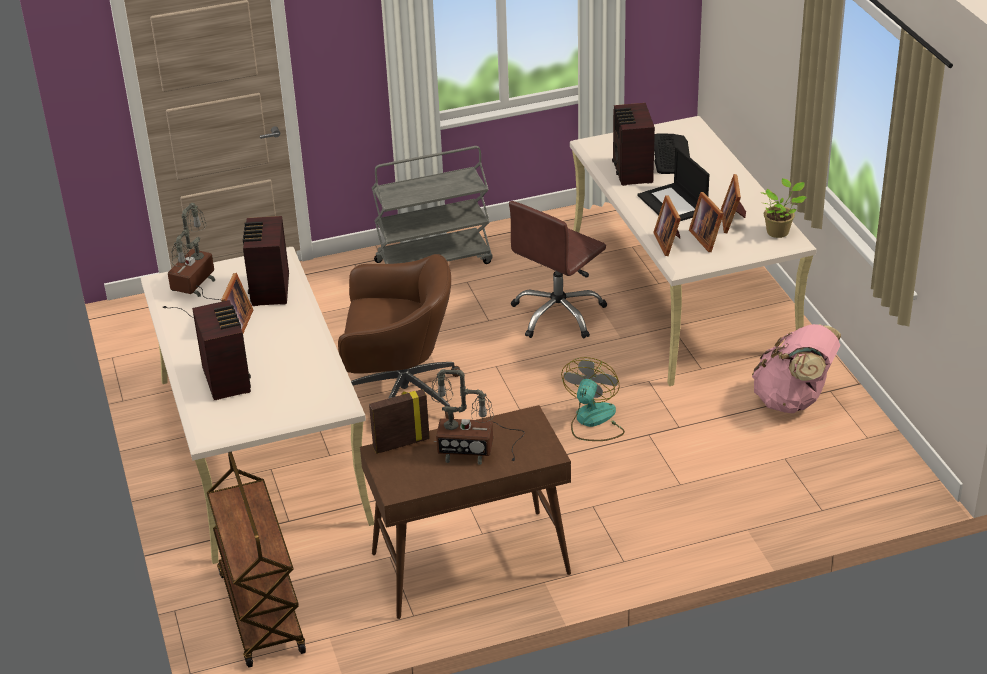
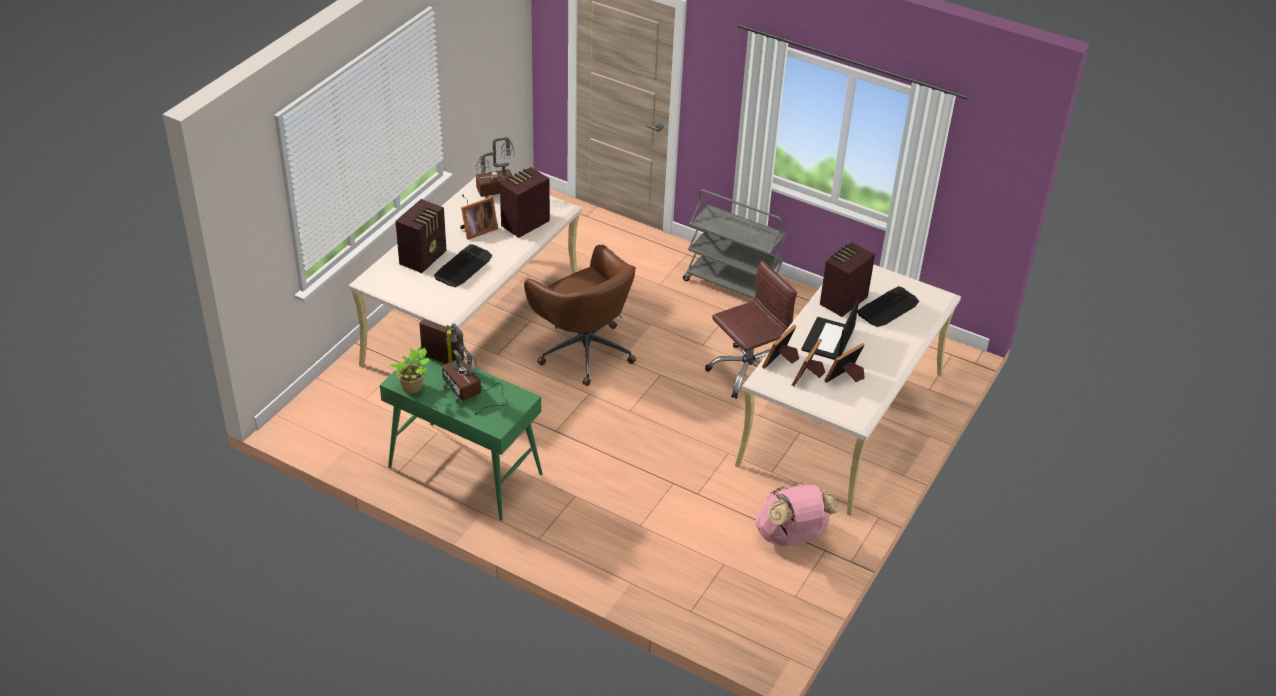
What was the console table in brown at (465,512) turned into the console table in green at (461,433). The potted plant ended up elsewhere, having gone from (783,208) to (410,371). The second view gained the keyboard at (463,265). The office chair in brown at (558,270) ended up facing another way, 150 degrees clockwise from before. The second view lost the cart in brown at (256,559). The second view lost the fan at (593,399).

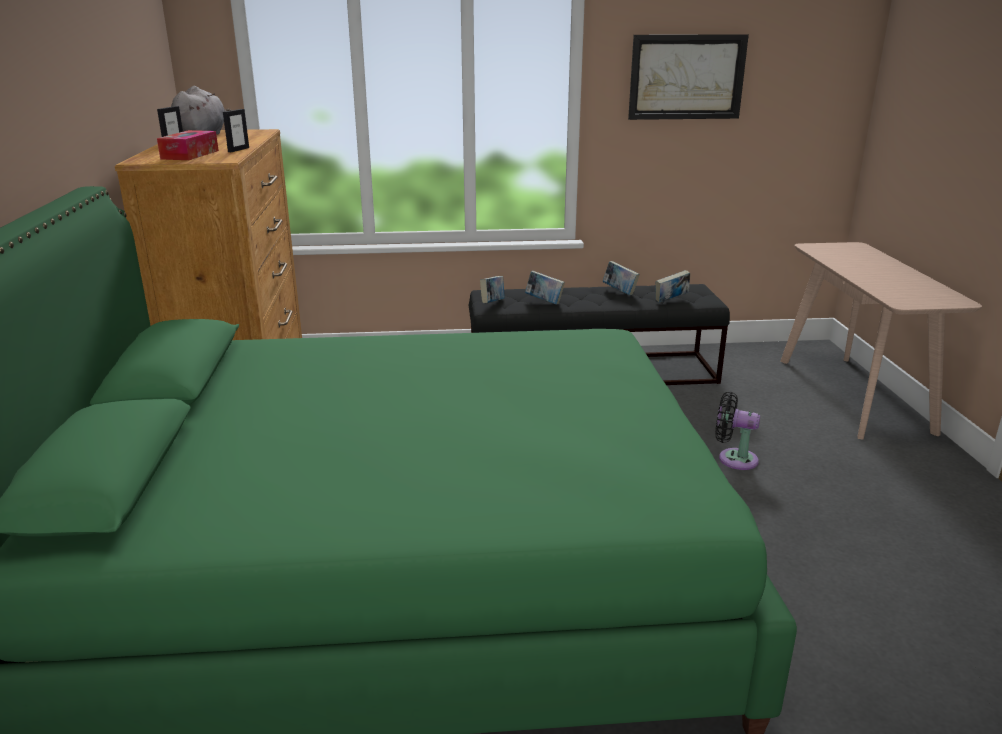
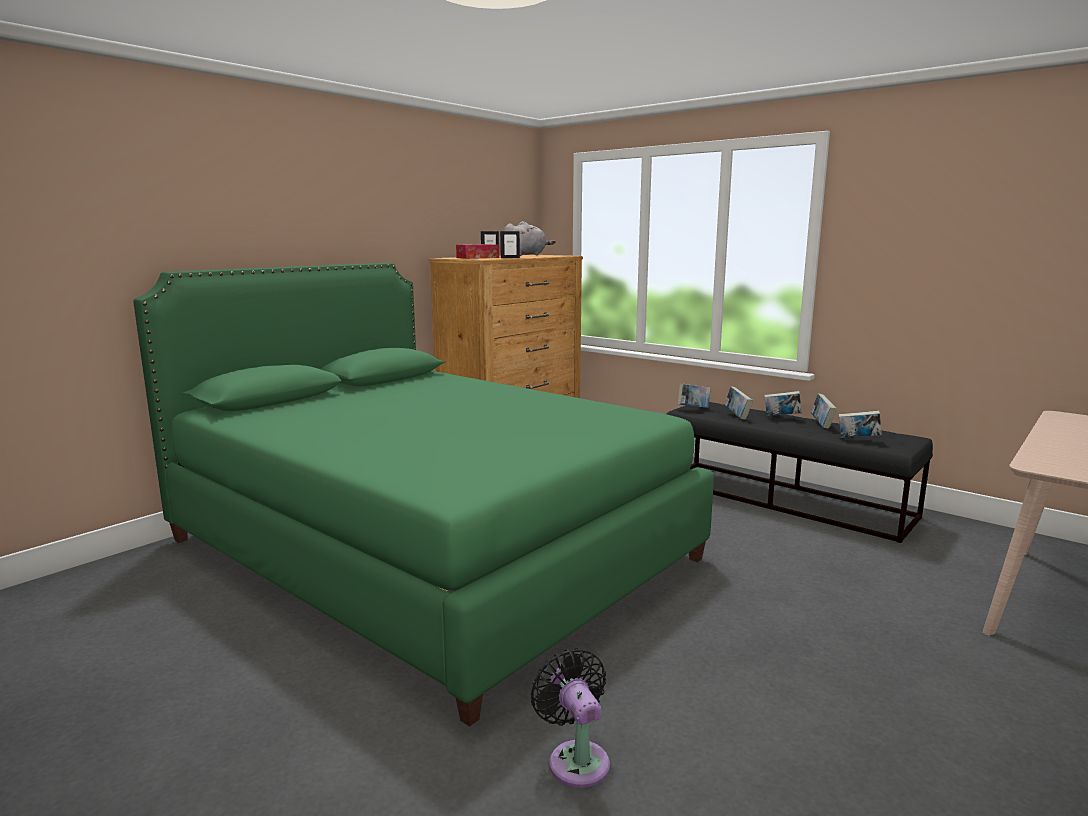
The fan in black ended up elsewhere, having gone from (737,430) to (570,718). The second view gained the book at (783,403). The second view lost the picture at (688,77).

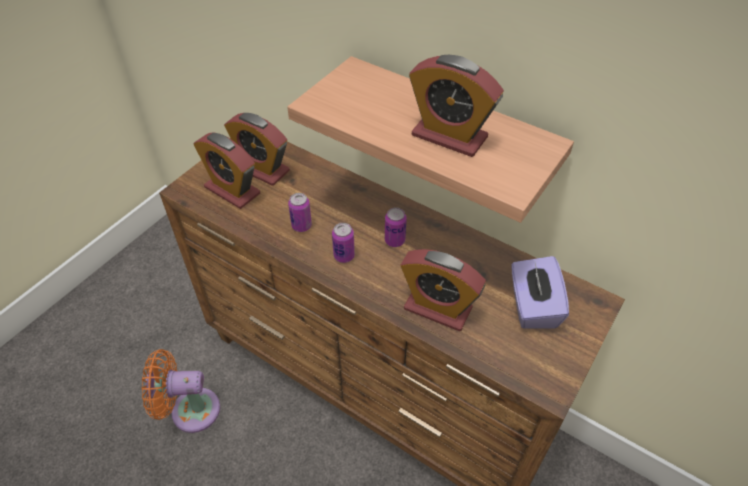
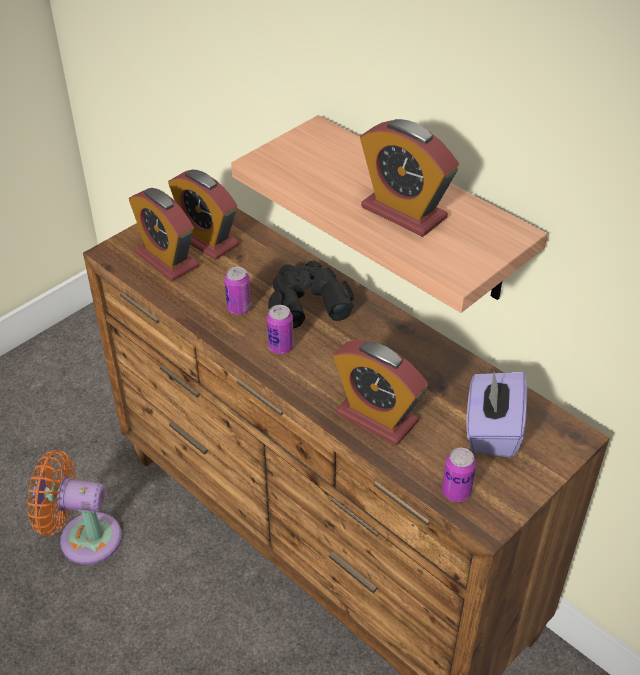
The second view gained the binoculars in black at (311,294). The can ended up elsewhere, having gone from (396,227) to (459,475).

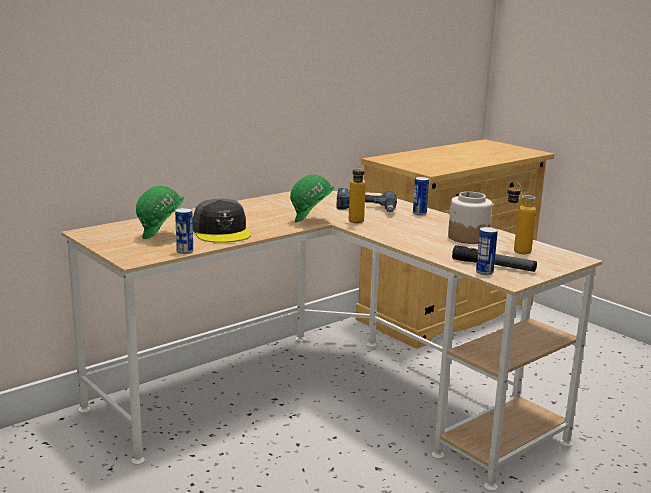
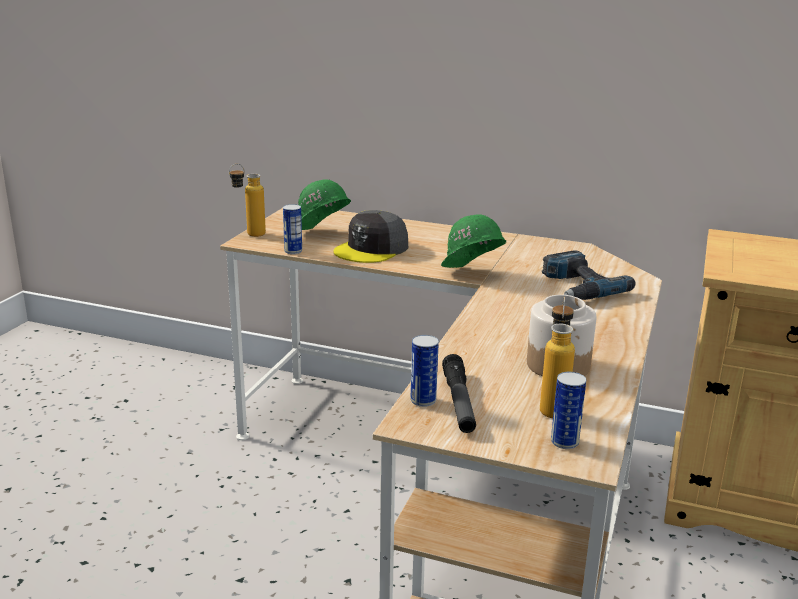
The bottle ended up elsewhere, having gone from (357,193) to (247,200). The can ended up elsewhere, having gone from (421,196) to (568,410).

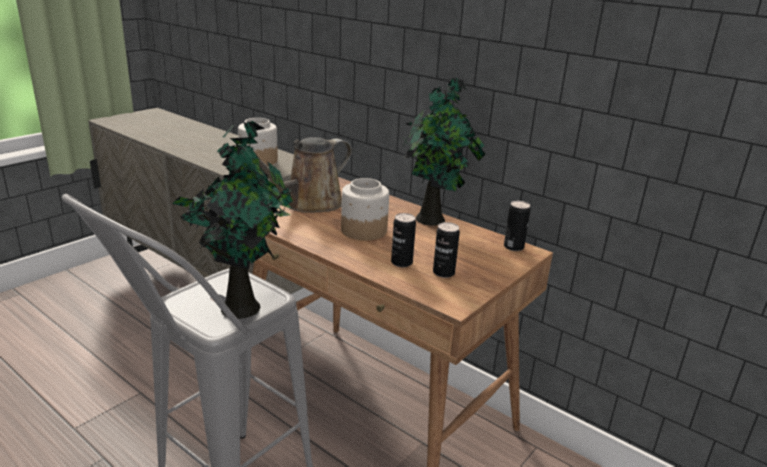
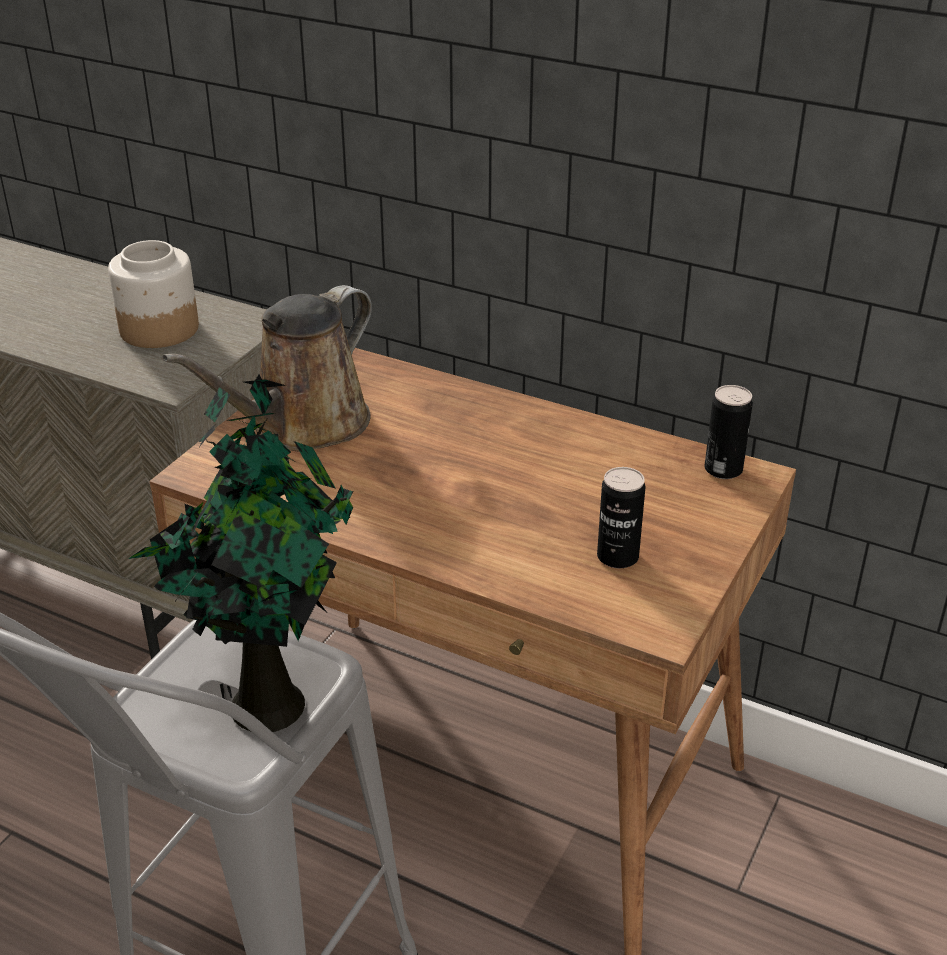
The second view lost the jar at (365,209). The second view lost the can at (403,240). The second view lost the potted plant at (443,152).

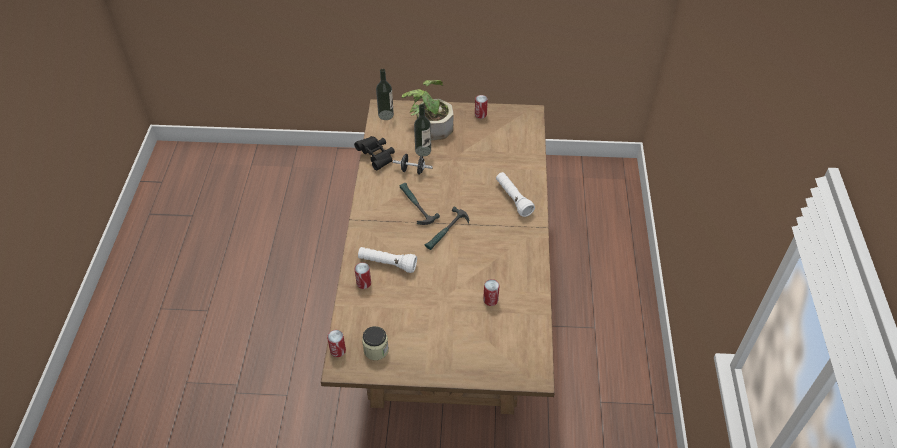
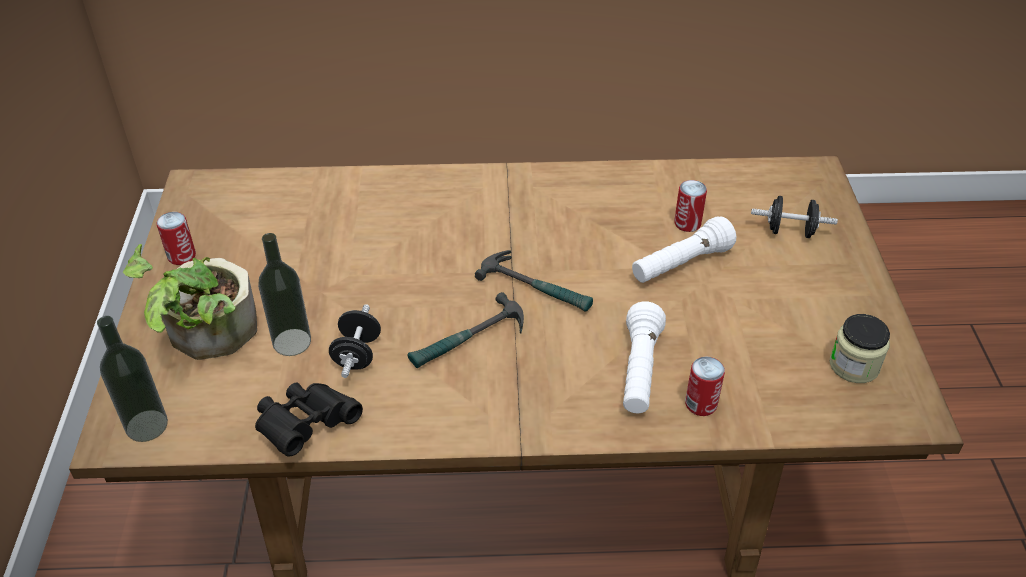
The flashlight in white ended up elsewhere, having gone from (515,194) to (684,249). The second view gained the dumbbell in black at (794,217). The second view lost the can at (336,343).

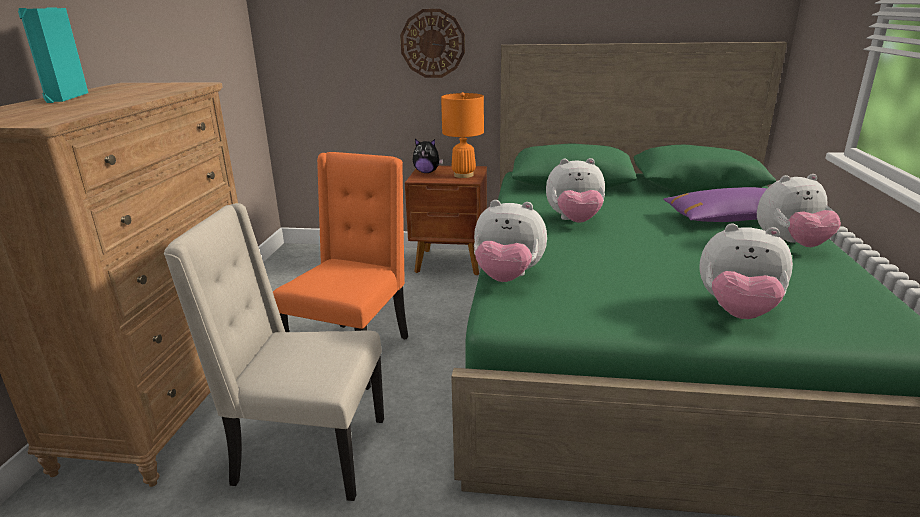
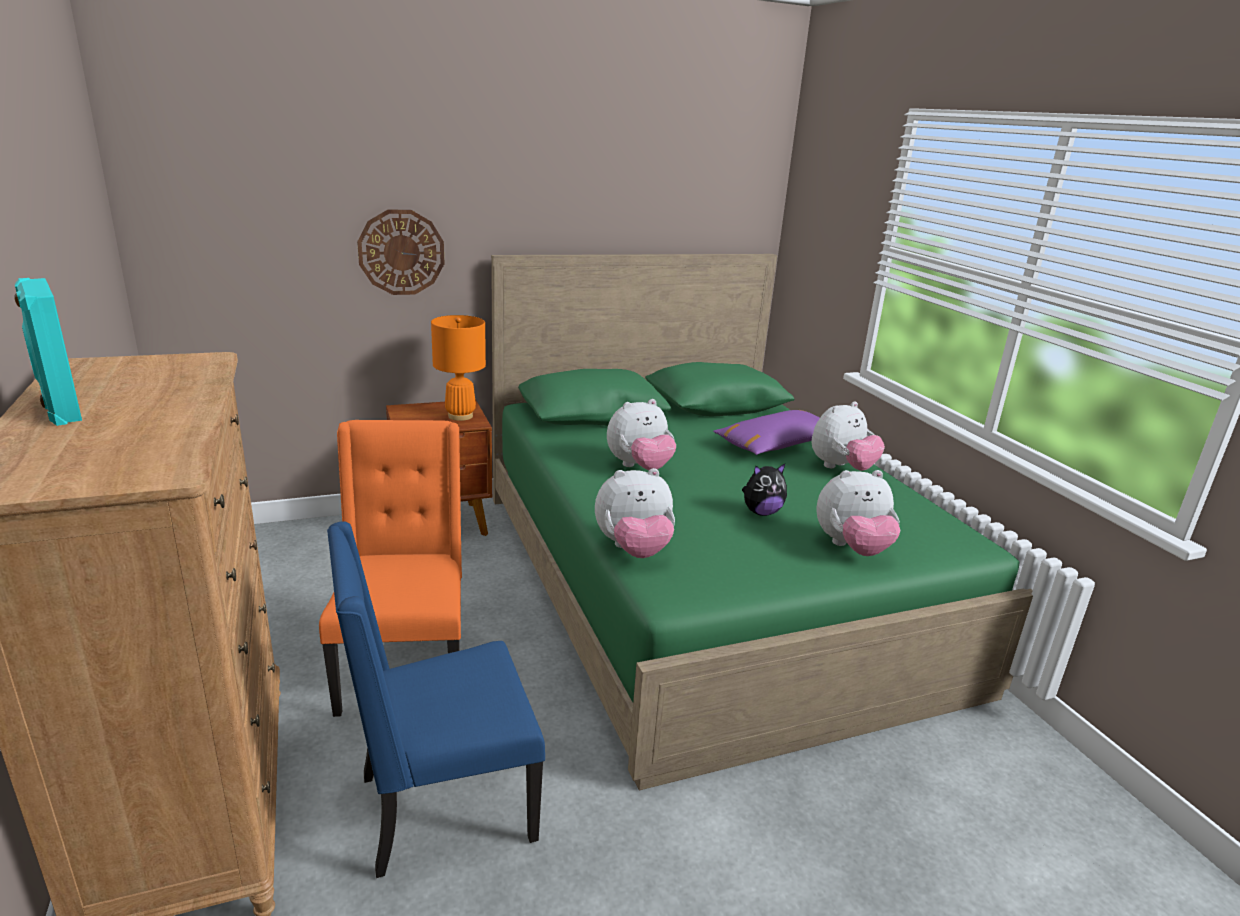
What was the chair in beige at (274,352) turned into the chair in blue at (436,699). The plush toy ended up elsewhere, having gone from (428,156) to (764,490).

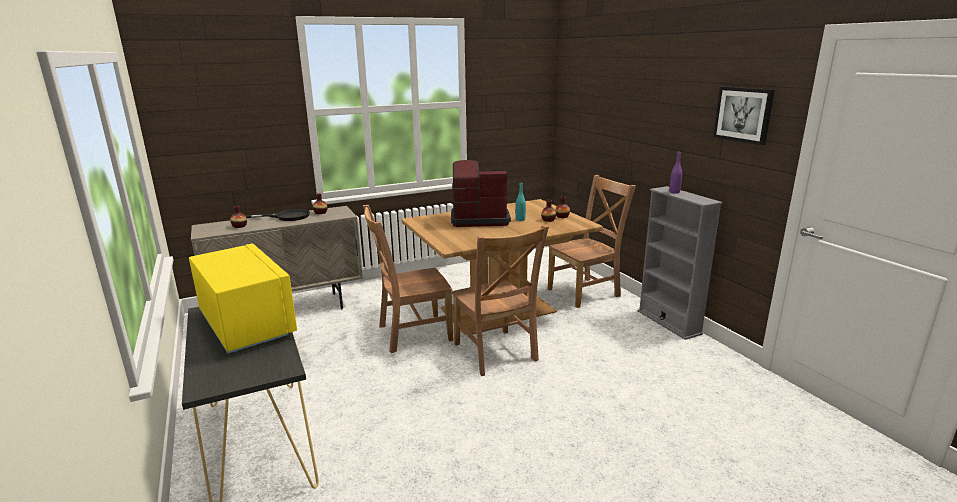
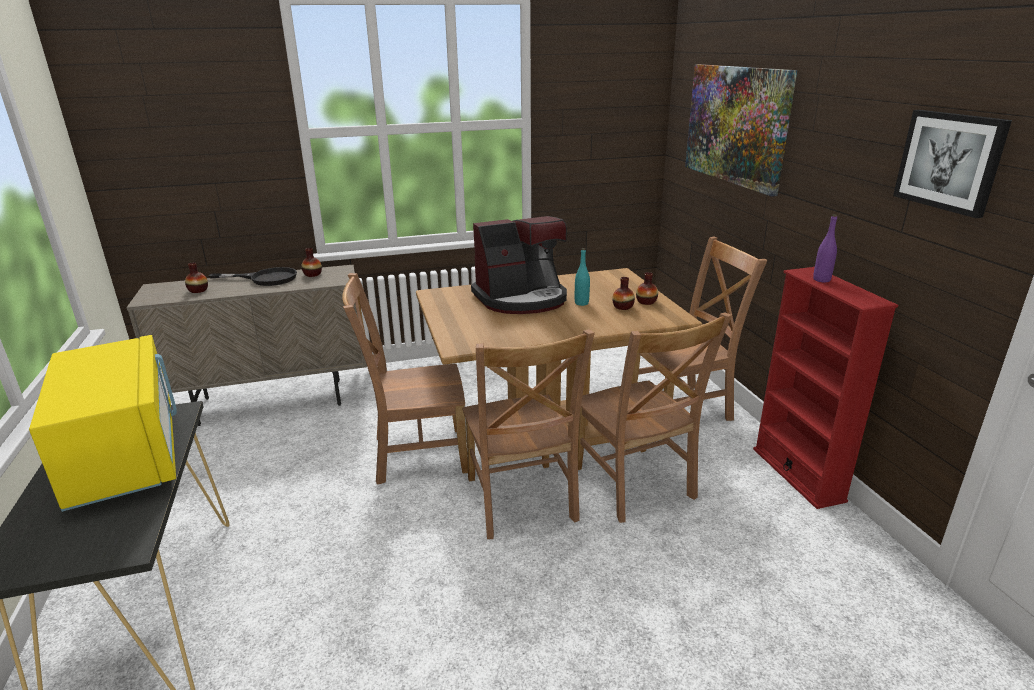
The coffee machine at (481,193) ended up facing another way, 150 degrees clockwise from before. The second view gained the chair in brown at (655,417). The second view gained the picture at (741,130). What was the bookcase in grey at (680,263) turned into the bookcase in red at (825,388).

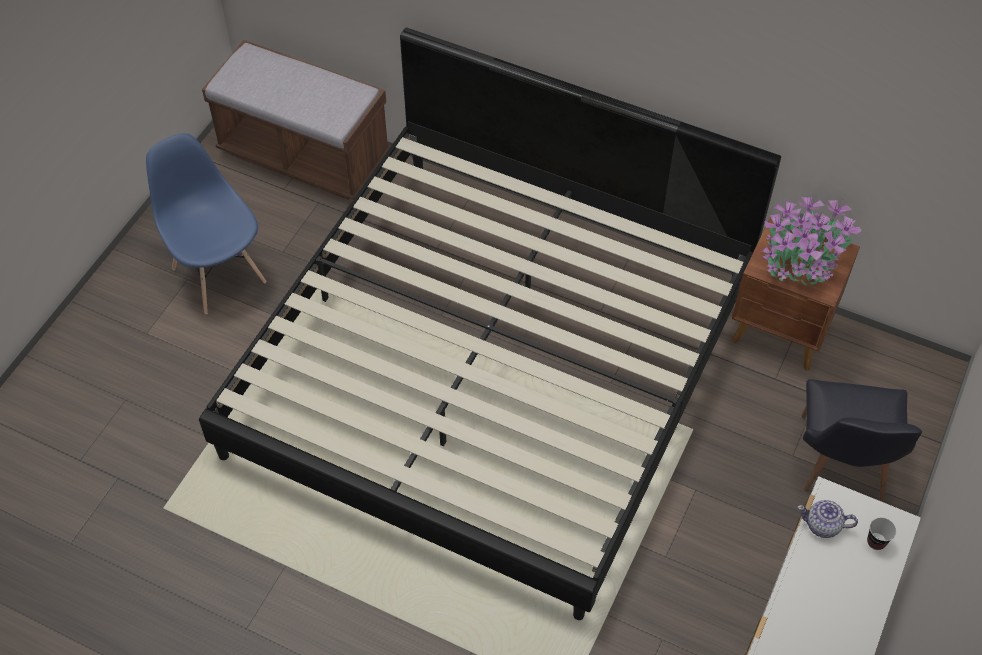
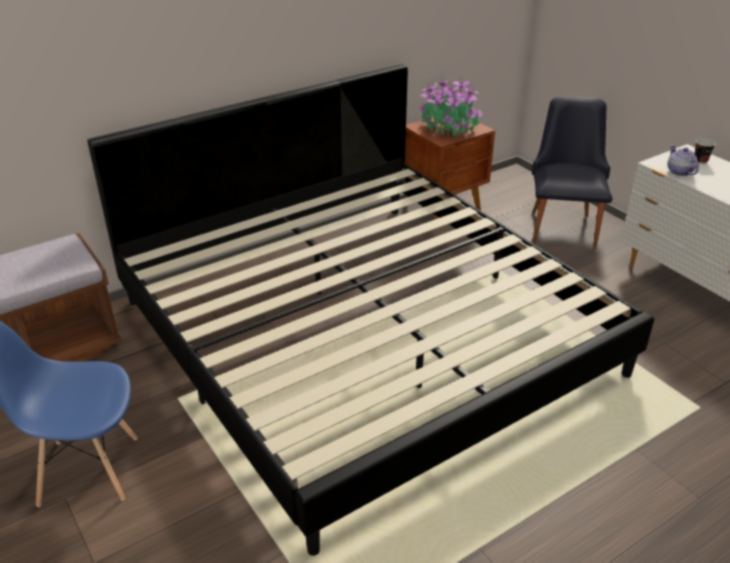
The chair in black at (862,440) ended up facing another way, 120 degrees counterclockwise from before. The teapot at (828,519) ended up facing another way, 120 degrees clockwise from before.

